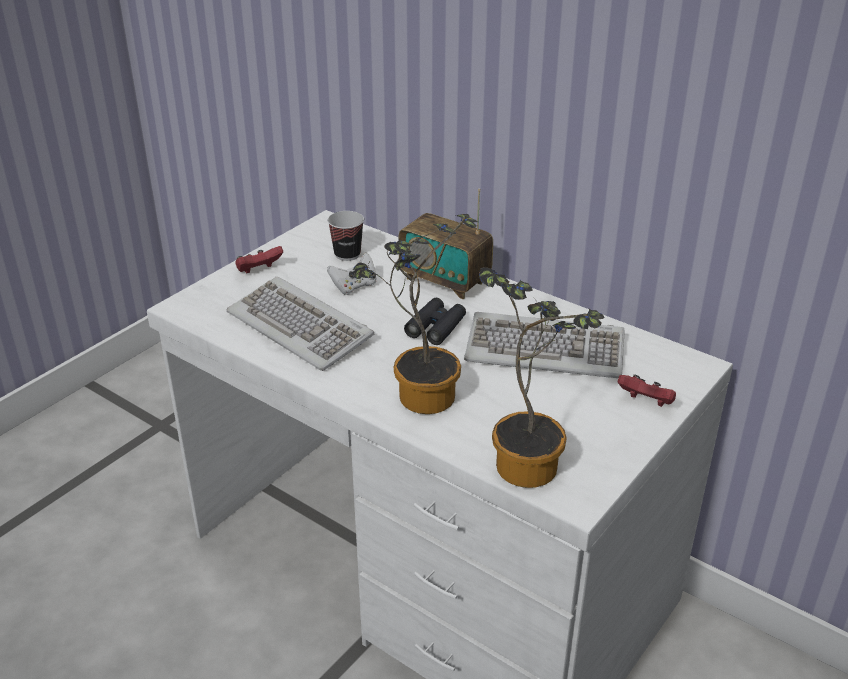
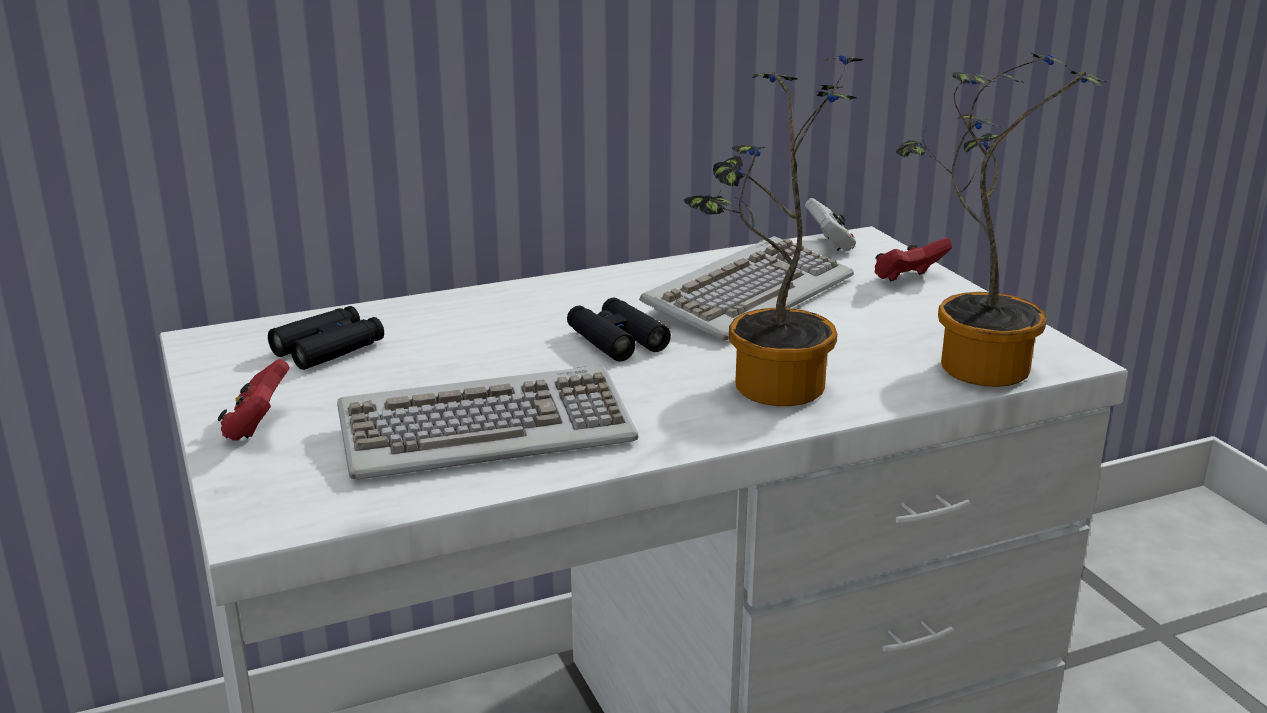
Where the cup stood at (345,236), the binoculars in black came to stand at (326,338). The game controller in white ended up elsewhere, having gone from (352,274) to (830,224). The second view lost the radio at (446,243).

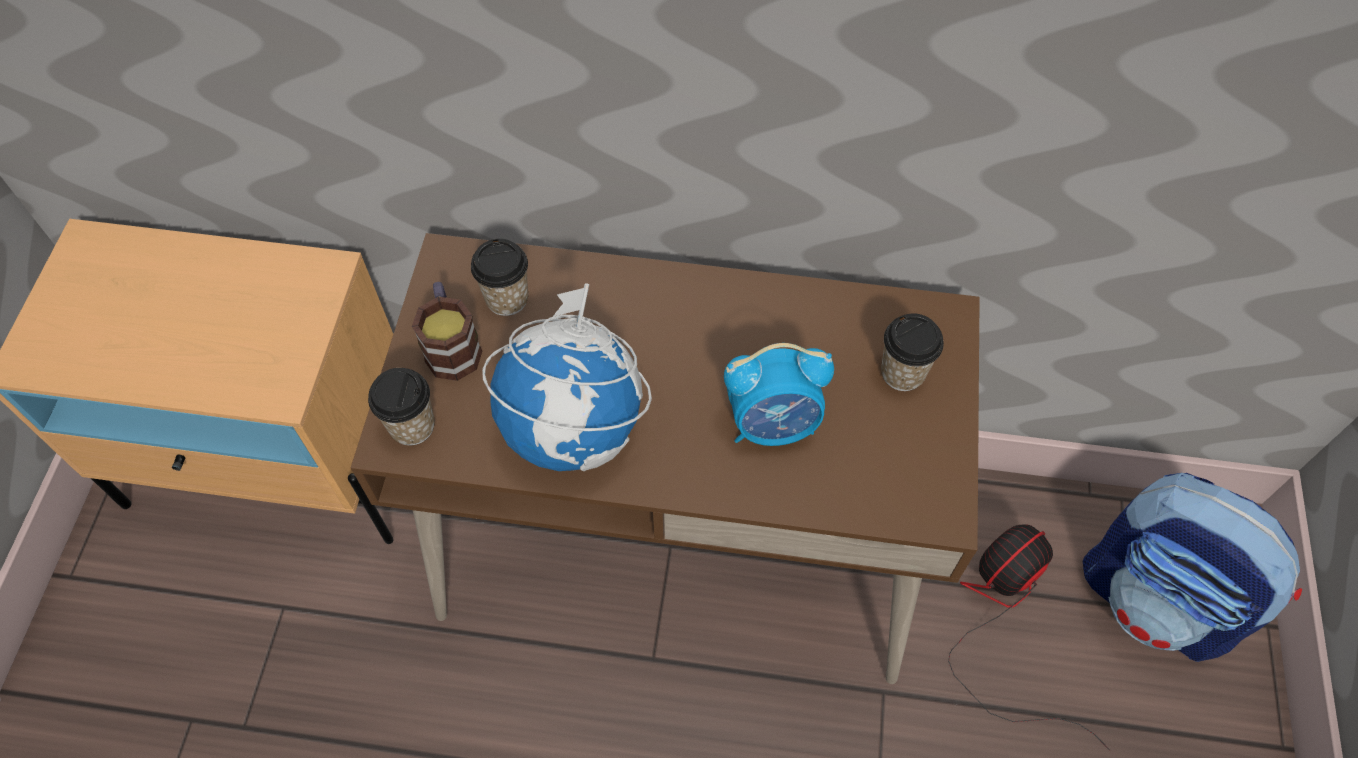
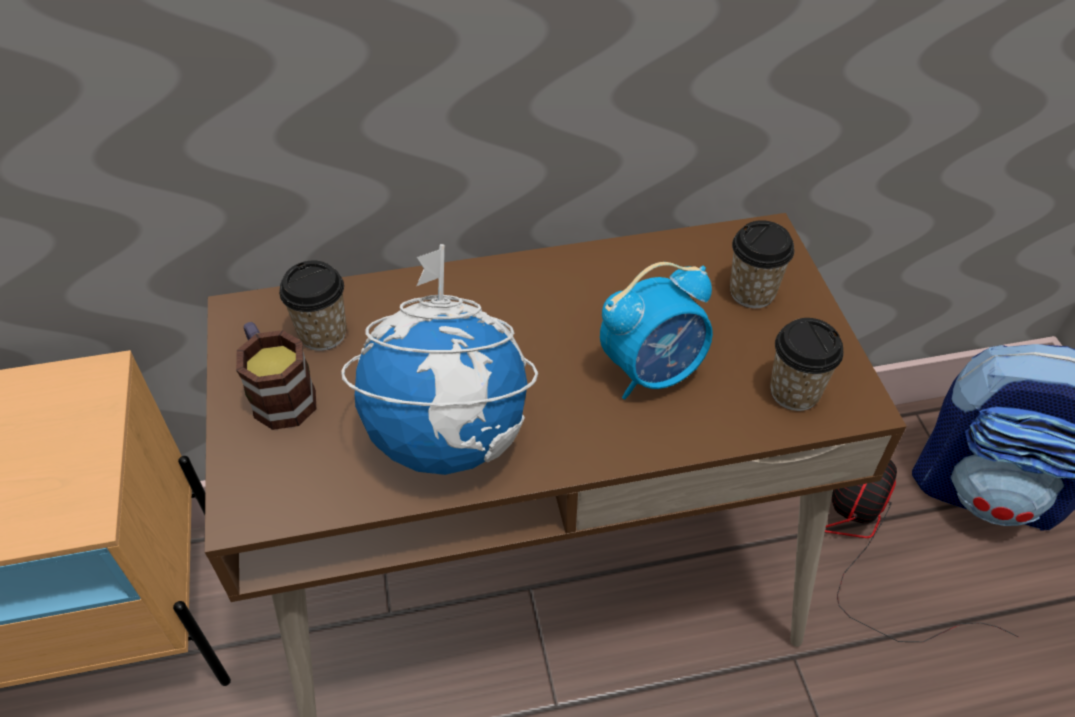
The cup ended up elsewhere, having gone from (401,406) to (807,364).

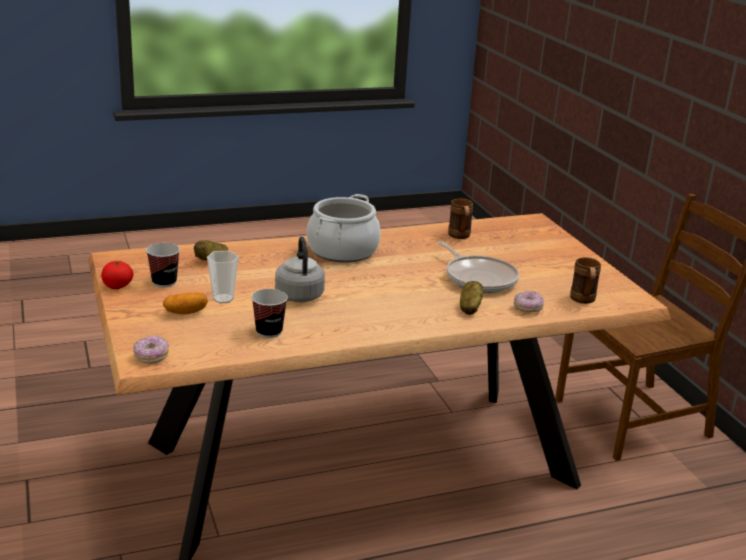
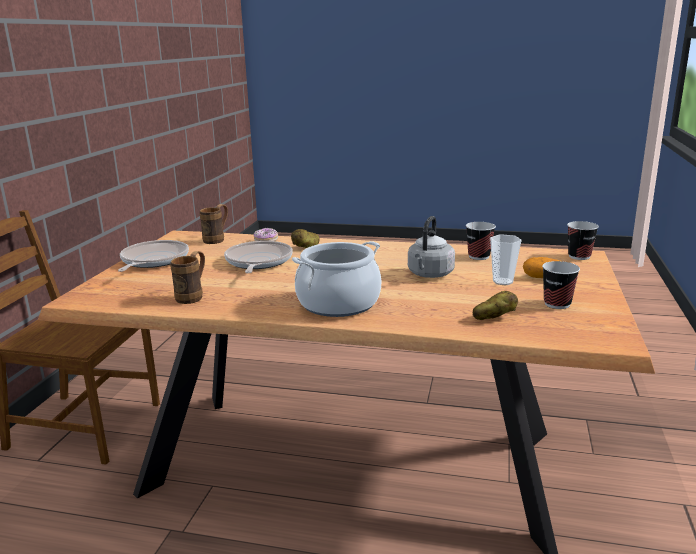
The second view gained the frying pan at (153,256). Where the donut stood at (151,350), the cup came to stand at (583,240). The second view lost the tomato at (117,275).

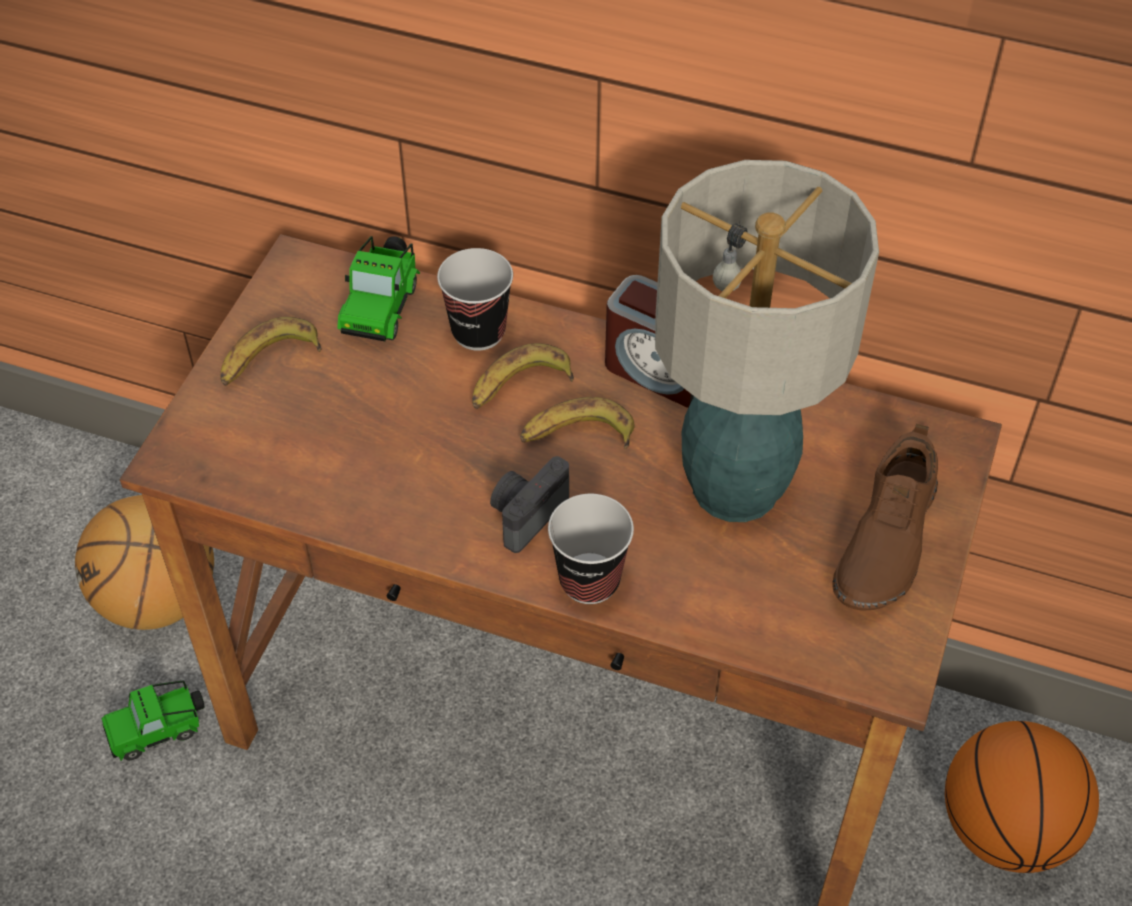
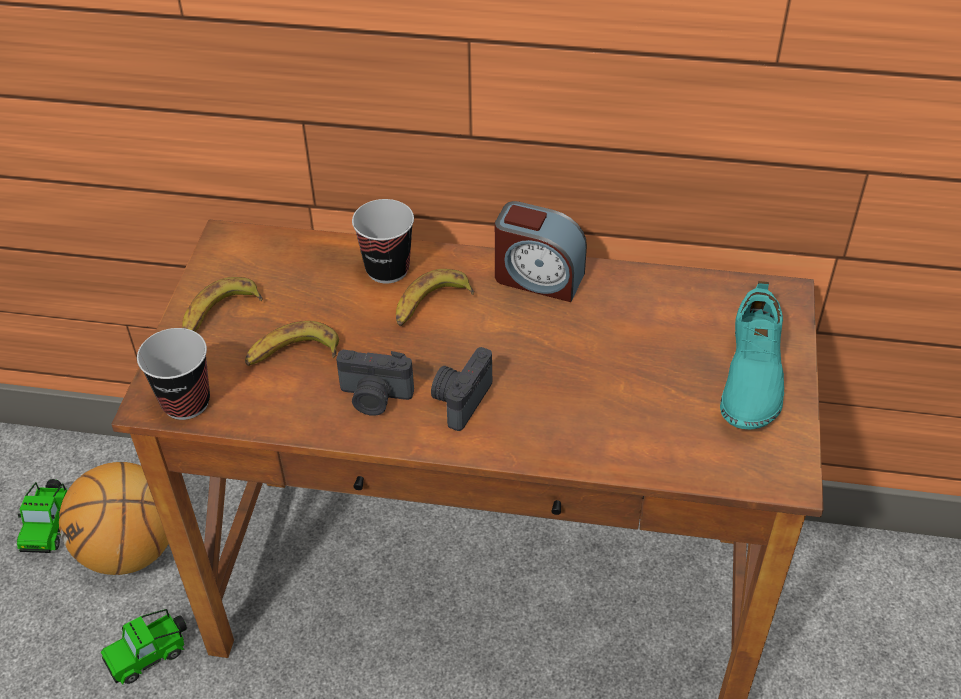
The toy car ended up elsewhere, having gone from (378,288) to (42,516). The cup ended up elsewhere, having gone from (591,549) to (173,374). The banana ended up elsewhere, having gone from (577,423) to (292,343). The second view gained the photo camera at (375,383). What was the shoe in brown at (885,517) turned into the shoe in turquoise at (752,355). The second view lost the table lamp at (767,341). The second view lost the basketball at (1022,797).

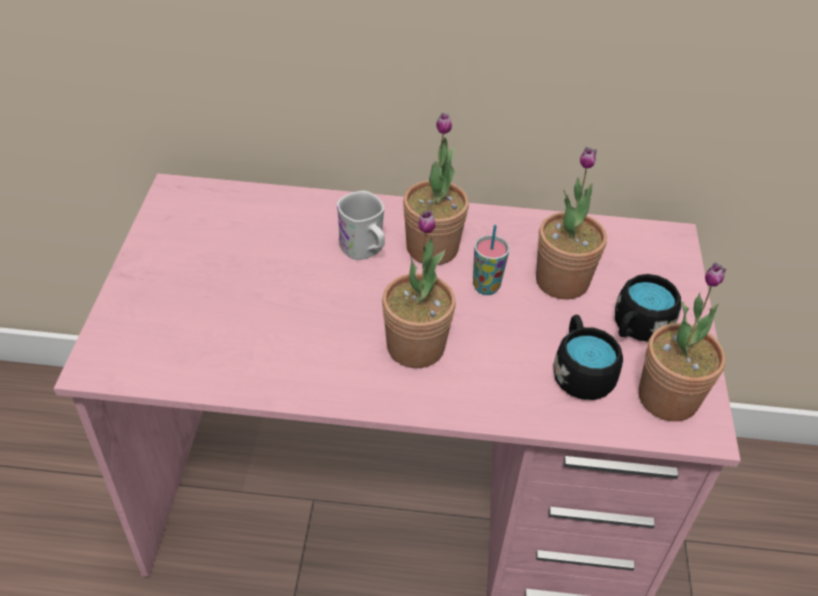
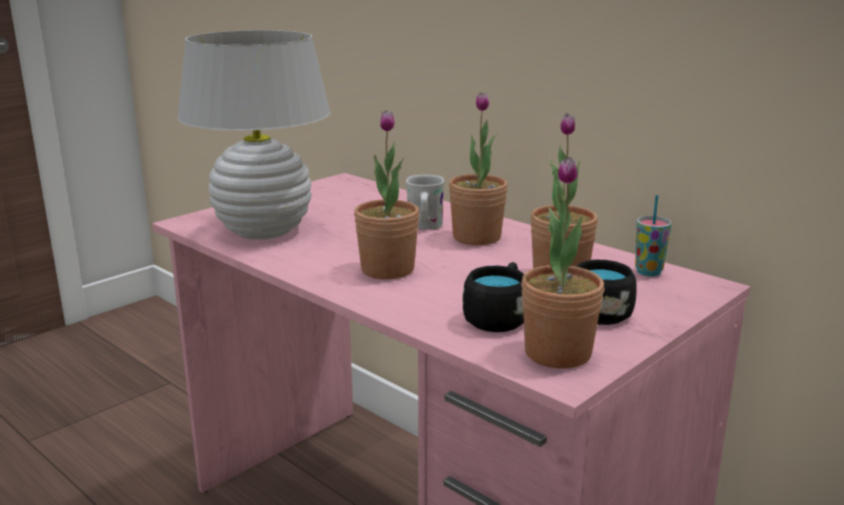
The second view gained the table lamp in white at (254,135). The cup ended up elsewhere, having gone from (491,260) to (653,235).

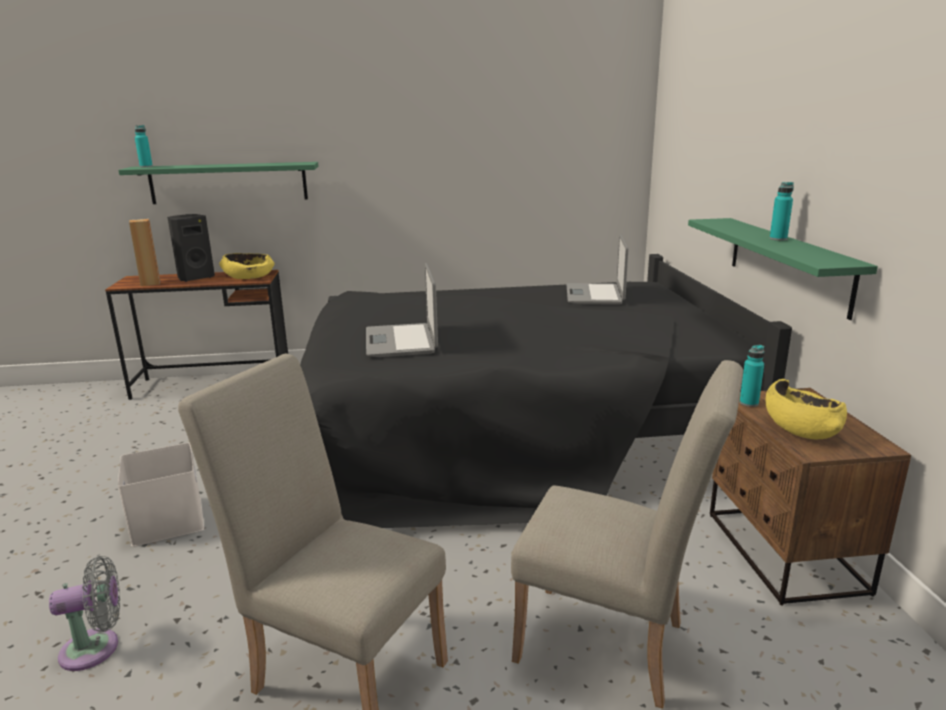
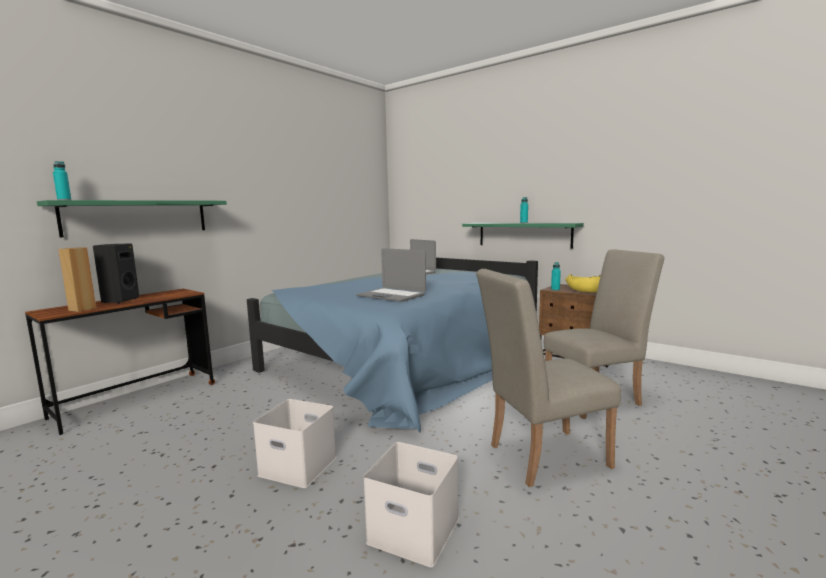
What was the bed in black at (546,391) turned into the bed in blue at (392,344). Where the fan in grey stood at (84,613), the storage box in white came to stand at (411,504). The second view lost the bowl in yellow at (247,266).

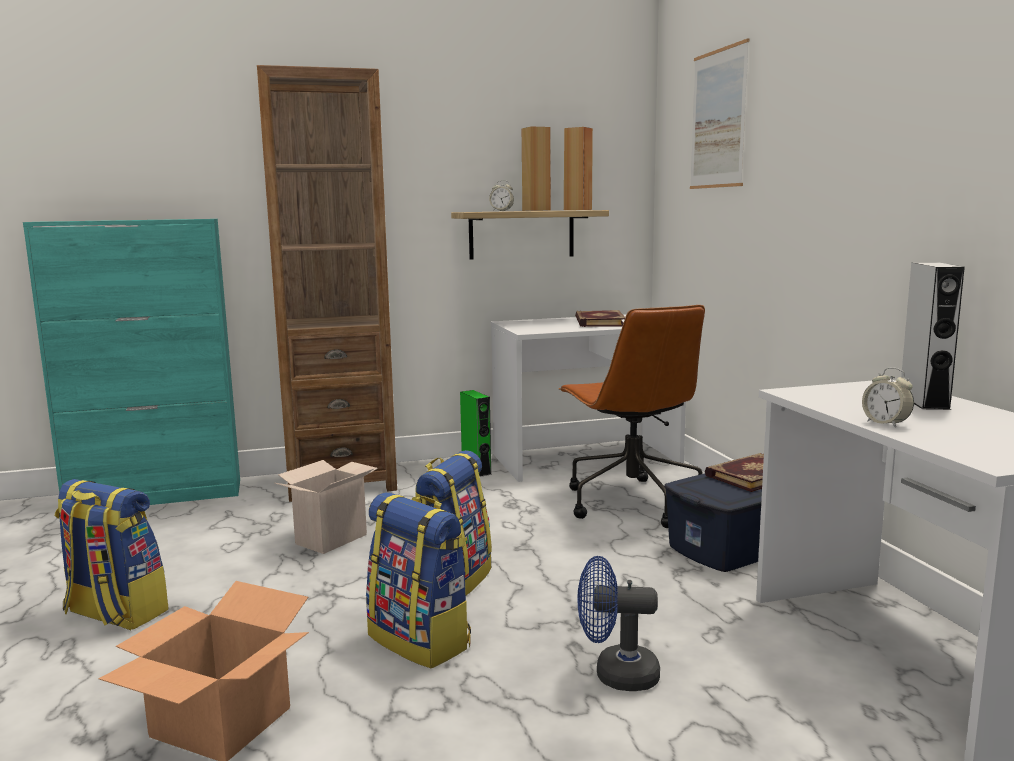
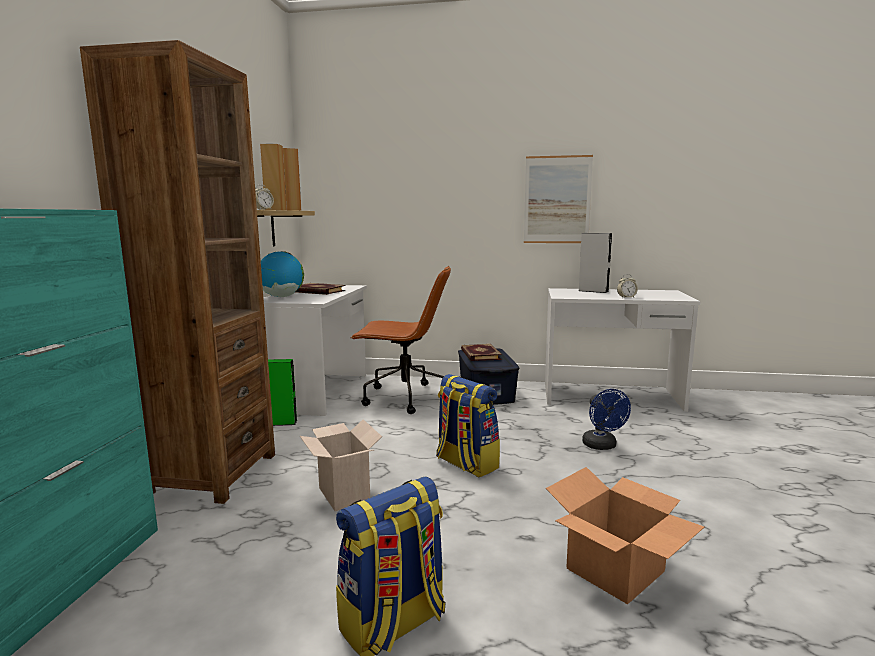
The second view gained the globe at (282,274). The picture ended up elsewhere, having gone from (719,114) to (558,199). The fan in blue at (618,623) ended up facing another way, 45 degrees counterclockwise from before. The second view lost the backpack at (418,580).

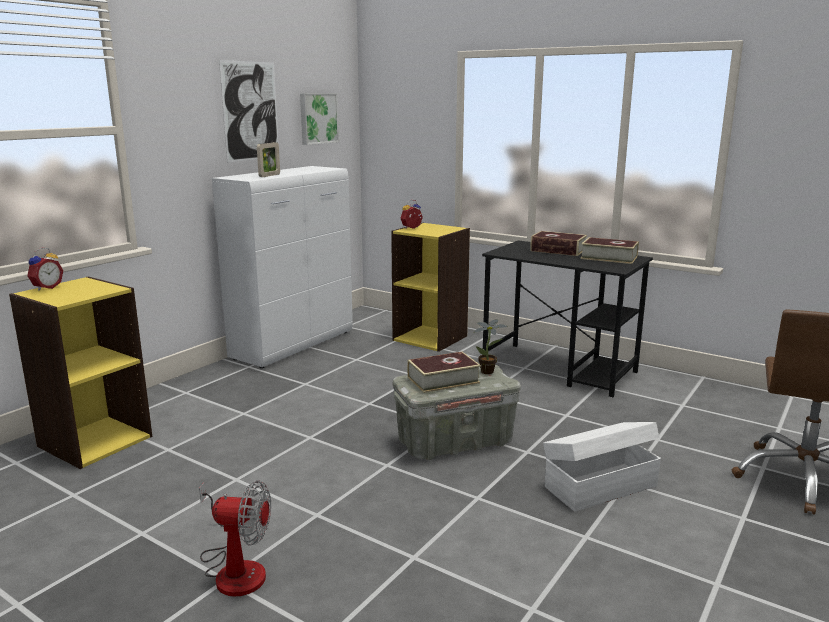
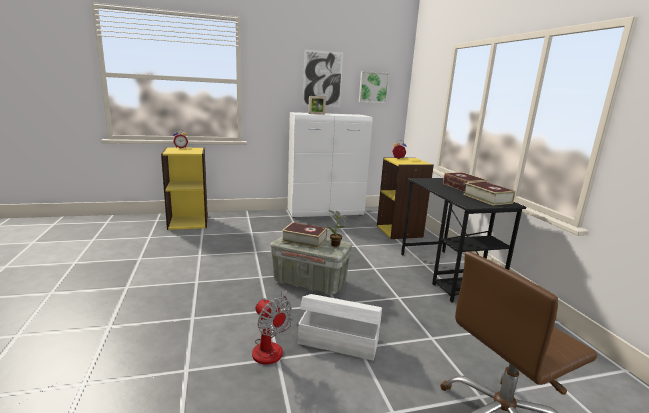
The fan ended up elsewhere, having gone from (235,538) to (272,327).

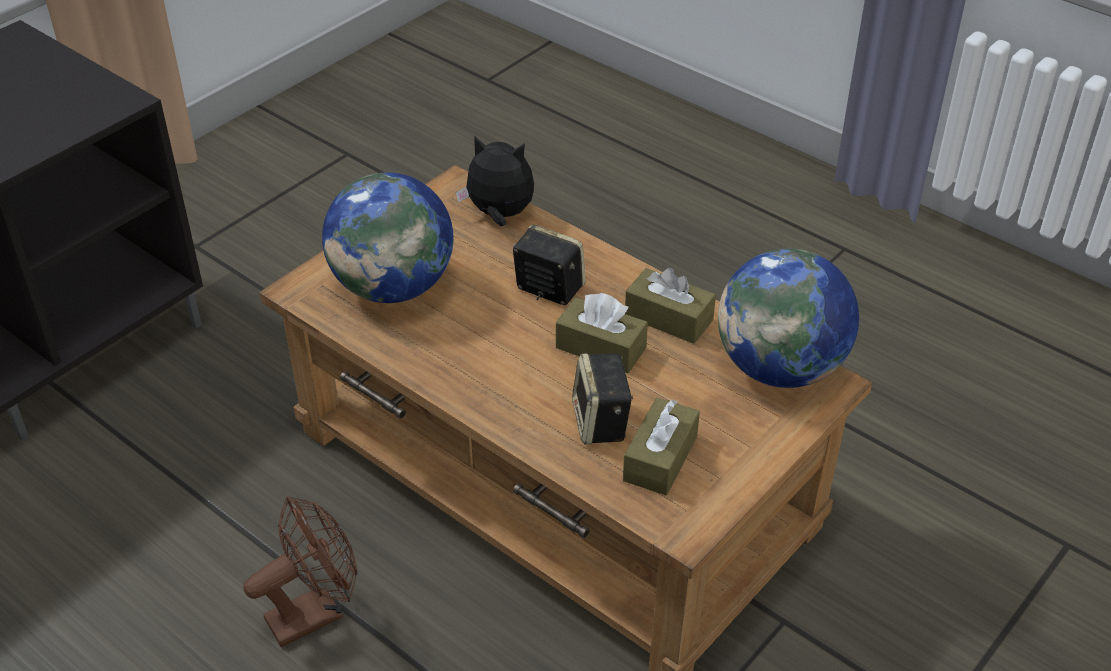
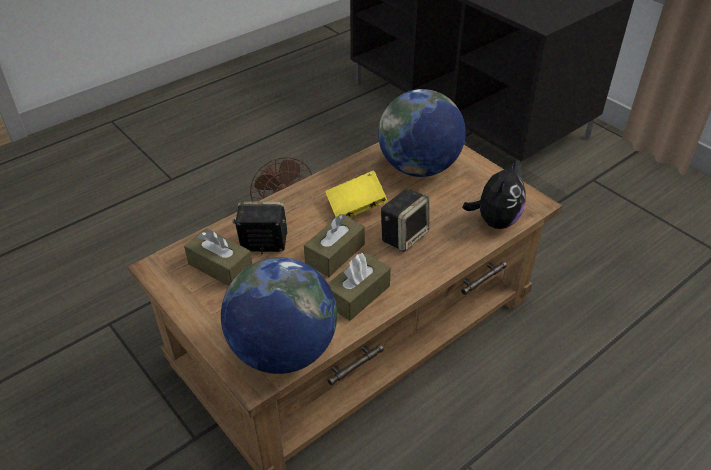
The second view gained the book in yellow at (356,194).

